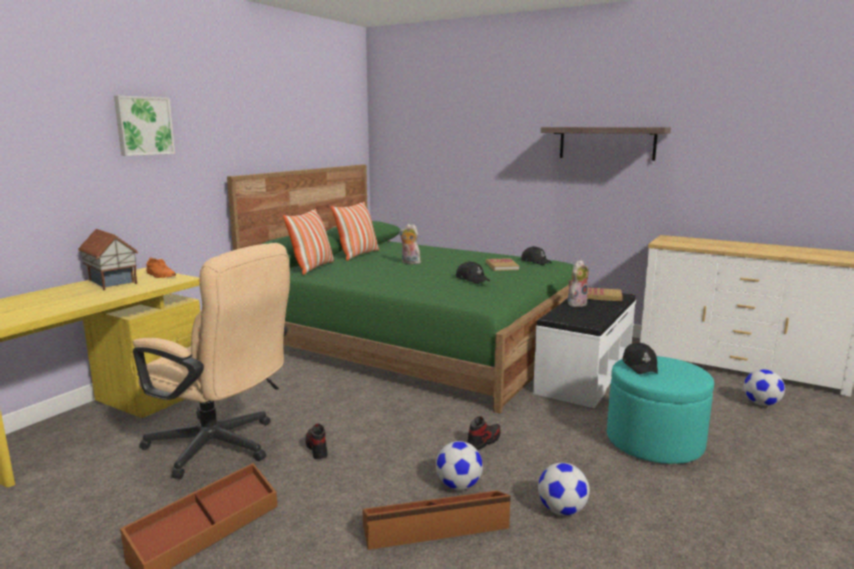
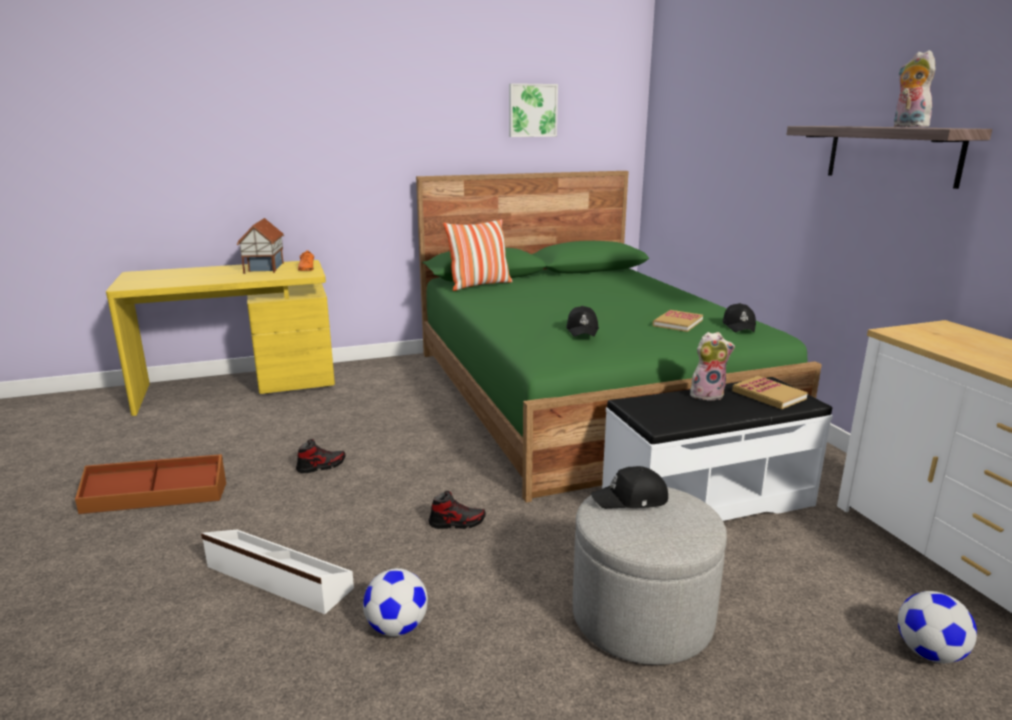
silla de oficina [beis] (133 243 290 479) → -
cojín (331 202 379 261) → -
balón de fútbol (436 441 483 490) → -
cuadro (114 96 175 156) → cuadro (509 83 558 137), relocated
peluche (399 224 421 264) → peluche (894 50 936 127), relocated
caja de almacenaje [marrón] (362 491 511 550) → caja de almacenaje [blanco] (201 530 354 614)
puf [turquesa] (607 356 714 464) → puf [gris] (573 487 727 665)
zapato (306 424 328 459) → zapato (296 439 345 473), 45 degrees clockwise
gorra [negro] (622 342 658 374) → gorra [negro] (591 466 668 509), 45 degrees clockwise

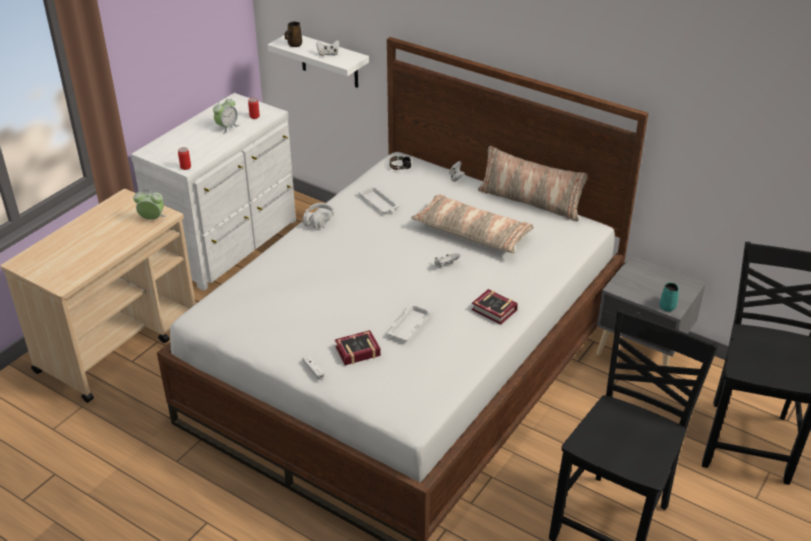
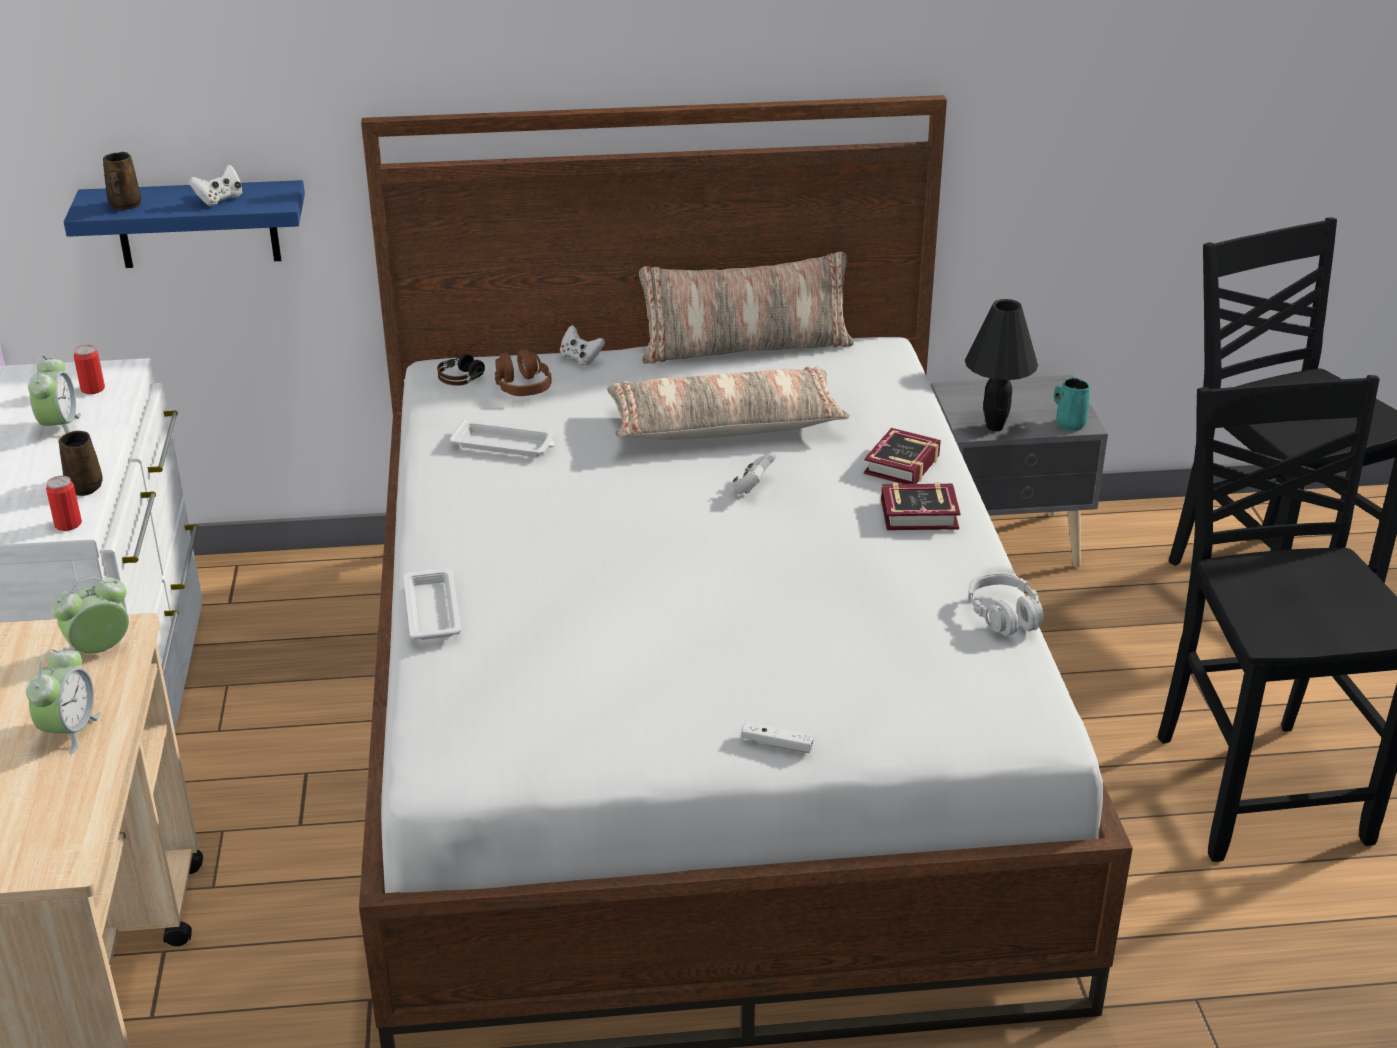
- → despertador (26 647 101 754)
- → taza grande [marrón] (58 431 103 496)
- → auriculares [marrón] (495 349 552 396)
- → lámpara de mesa [negro] (965 299 1038 431)
auriculares [gris] (302 203 334 229) → auriculares [gris] (968 572 1043 636), relocated
libro (335 330 381 365) → libro (864 428 941 484), relocated
bandeja [blanco] (386 303 431 341) → bandeja [blanco] (404 568 461 640), relocated
estante [blanco] (268 35 369 88) → estante [azul] (64 180 305 268)

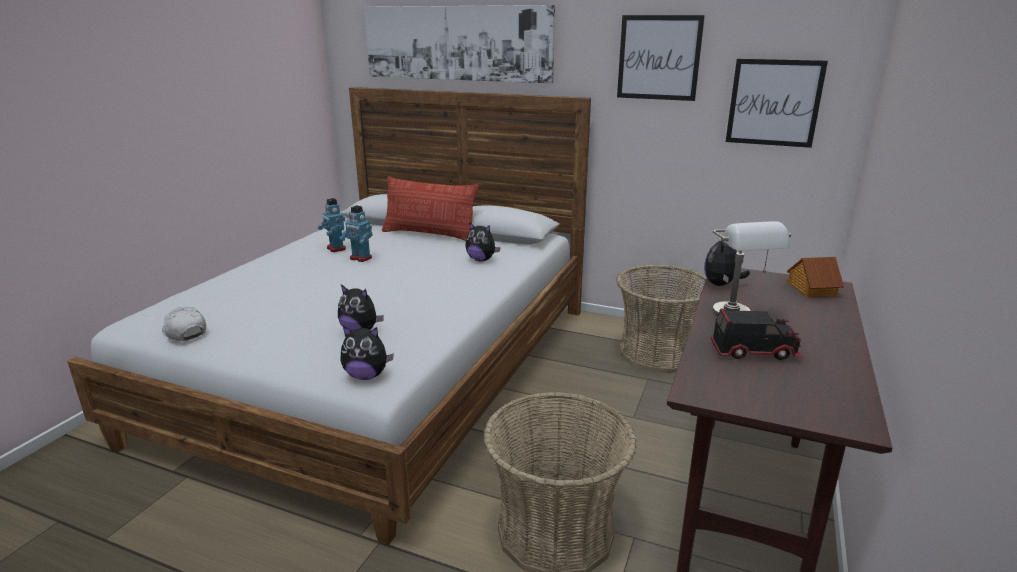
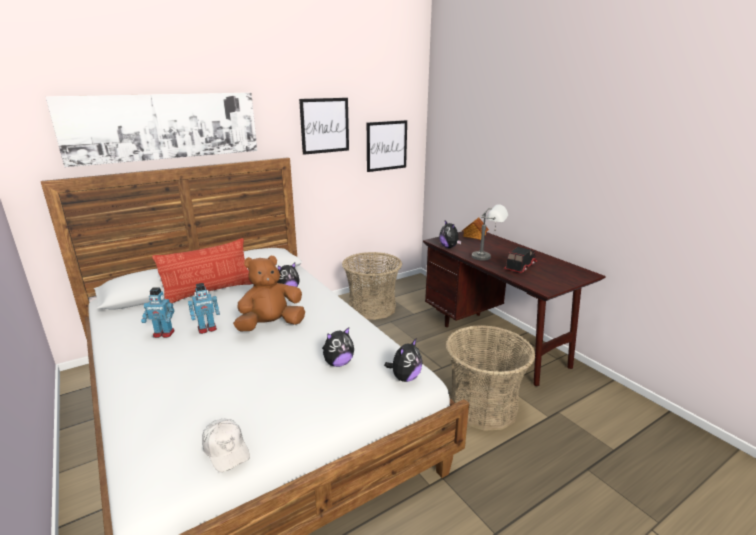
- → peluche [marrón] (233 255 305 331)
gorra [blanco] (162 307 206 341) → gorra [blanco] (202 419 250 472), 120 degrees counterclockwise

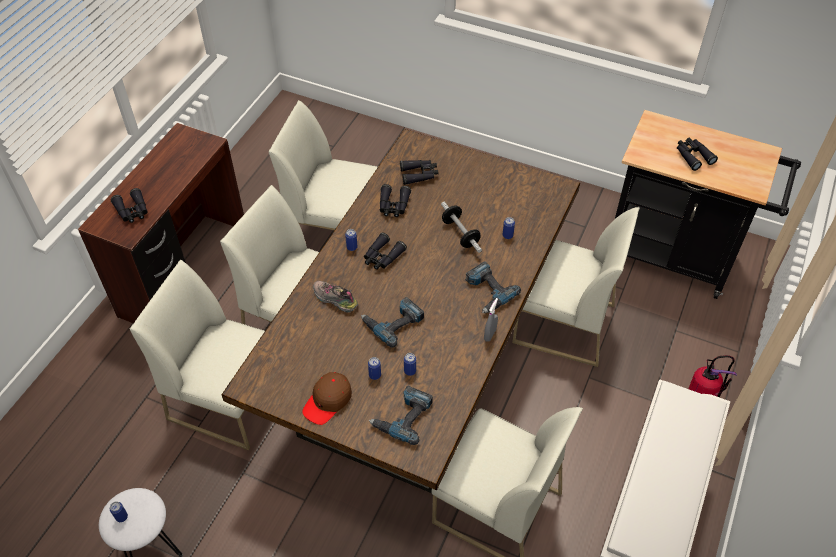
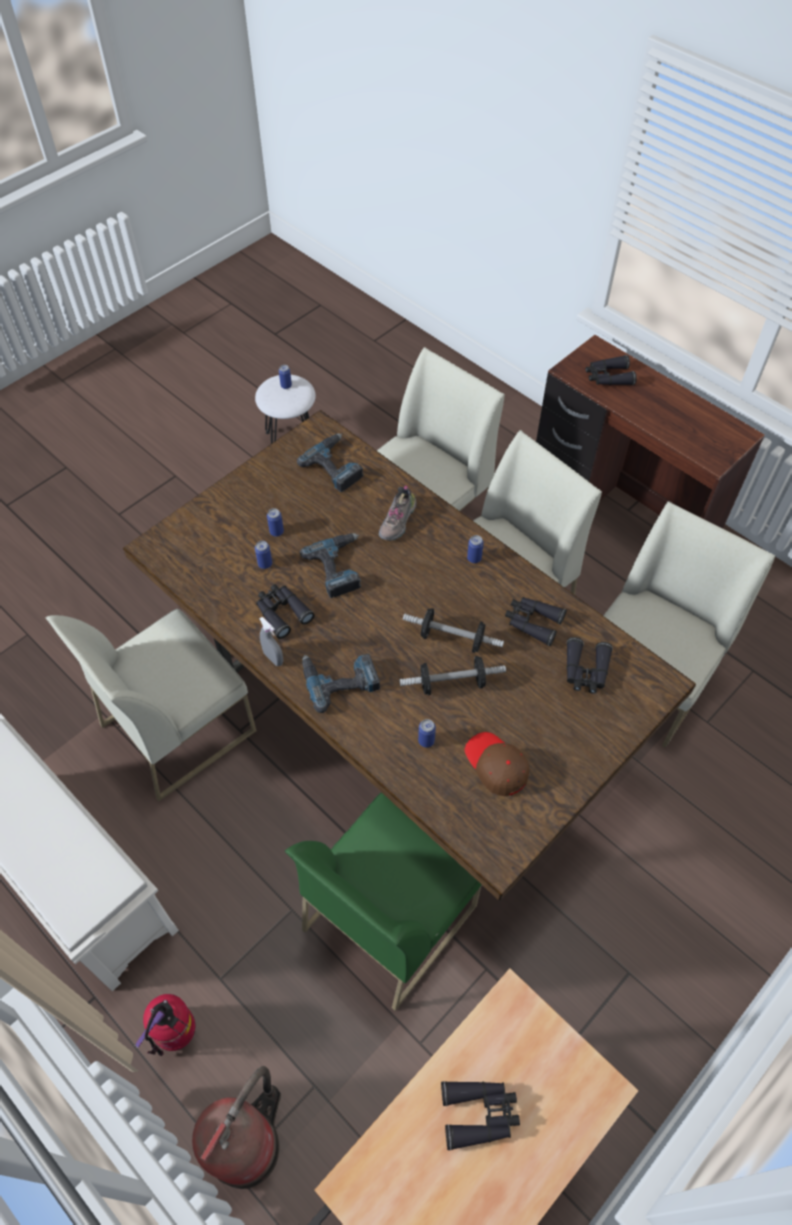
- → extintor (192 1066 281 1189)
- → mancuerna (403 608 504 653)
gorra [marrón] (302 372 352 425) → gorra [marrón] (465 732 529 796), relocated
prismáticos [negro] (364 232 407 270) → prismáticos [negro] (256 584 315 639), relocated
taladro (369 386 433 445) → taladro (297 434 363 492), relocated
silla [blanco] (512 207 640 367) → silla [verde] (285 792 481 1011)
zapato (313 281 358 313) → zapato (379 485 417 541), 150 degrees clockwise

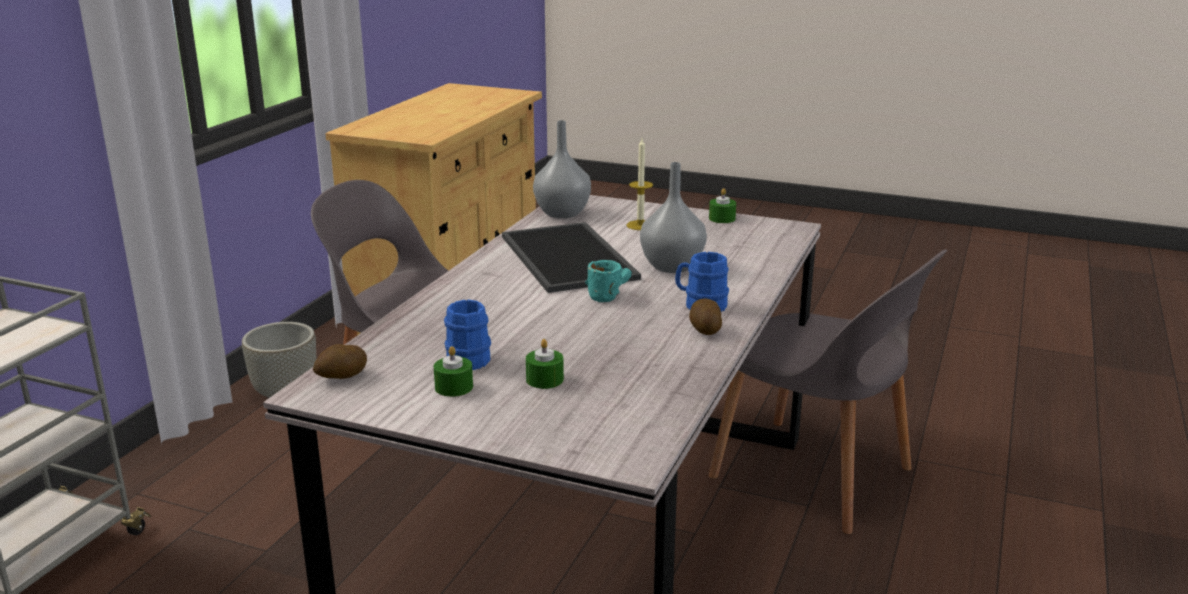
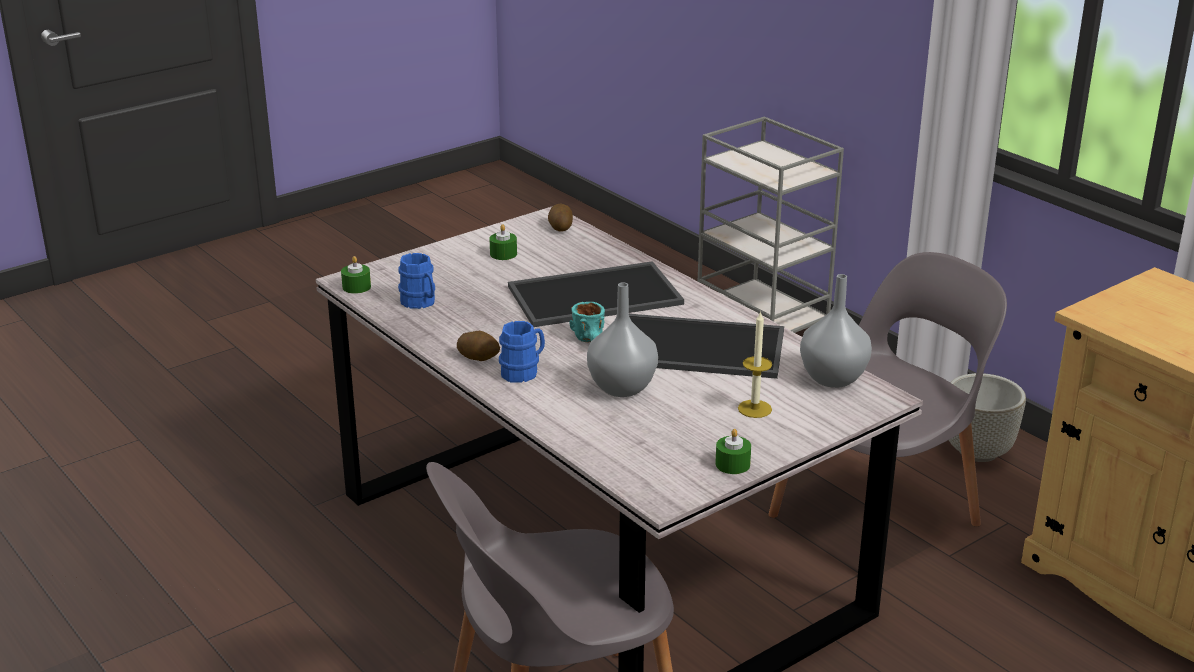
- → bandeja (508 261 684 327)
taza grande [azul] (444 299 491 370) → taza grande [azul] (398 253 435 309), relocated
vela [verde] (526 339 564 389) → vela [verde] (341 256 371 294), relocated

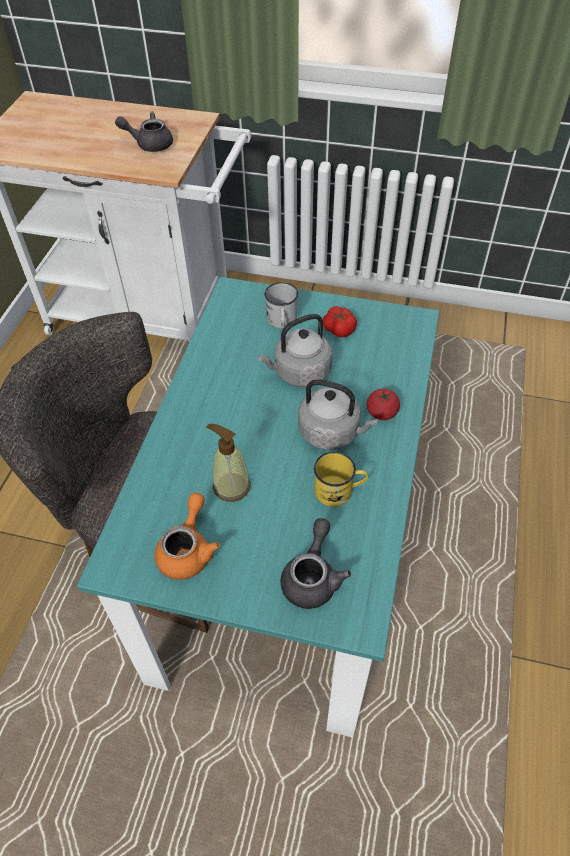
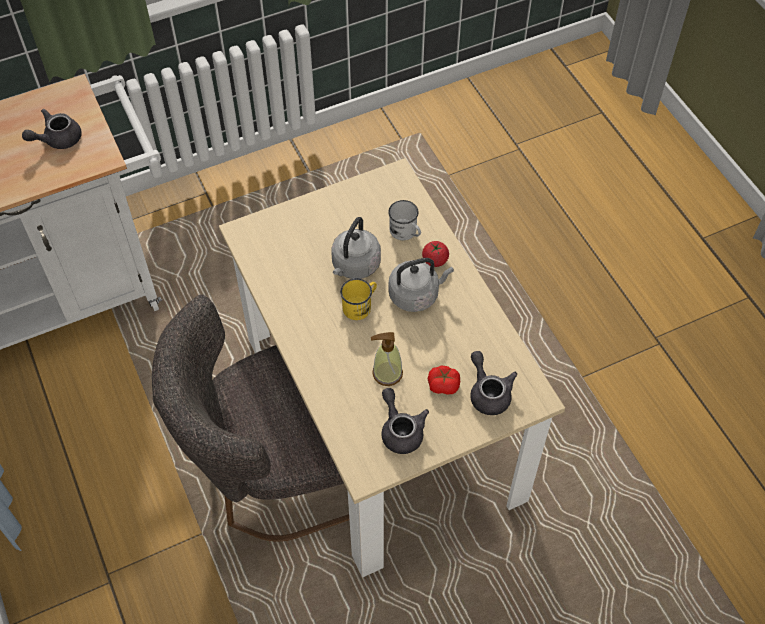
taza grande [blanco] (264 282 298 329) → taza grande [blanco] (388 200 421 240), relocated
taza grande [amarillo] (314 452 368 506) → taza grande [amarillo] (340 279 377 320), relocated
tomate (323 306 357 337) → tomate (428 366 460 394), relocated
mesa de comedor [turquesa] (77 277 439 738) → mesa de comedor [beis] (219 158 565 577)
tetera [naranja] (155 493 220 580) → tetera [gris] (381 388 429 454)

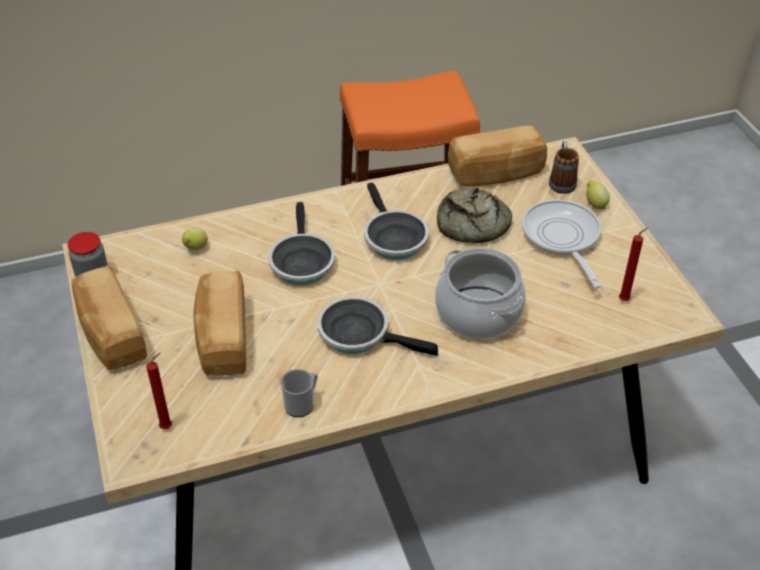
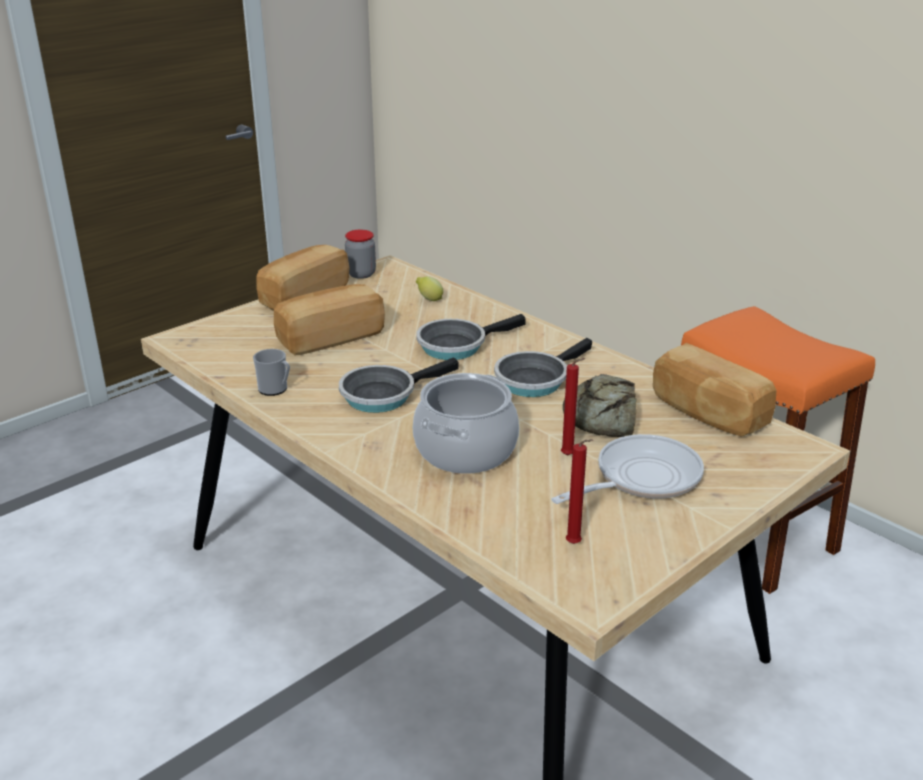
taza grande (549 141 579 194) → -
limón (586 180 610 209) → -
vela [rojo] (146 353 172 429) → vela [rojo] (561 358 585 456), relocated
sartén (317 296 438 356) → sartén (339 357 459 413), 120 degrees counterclockwise

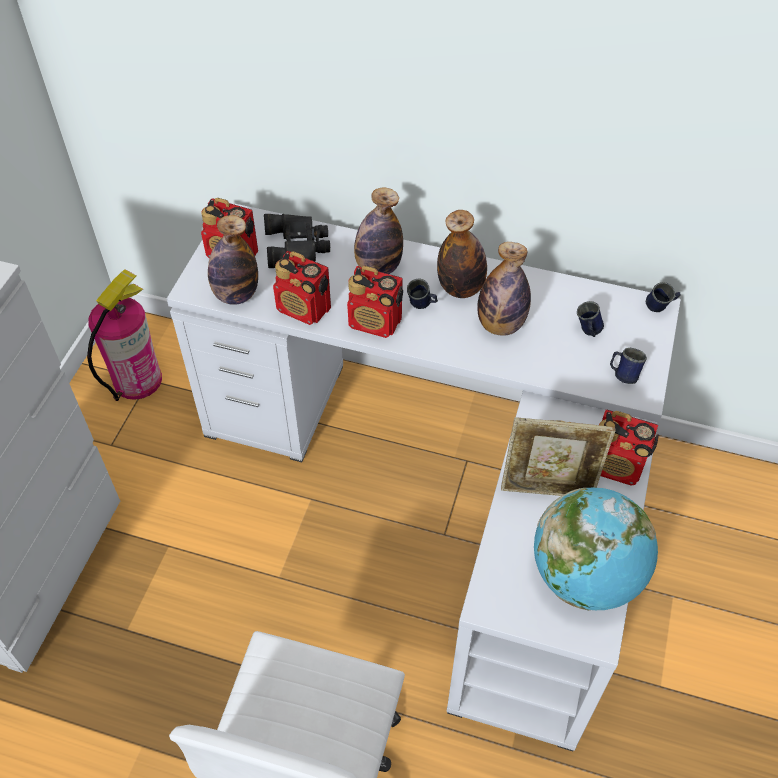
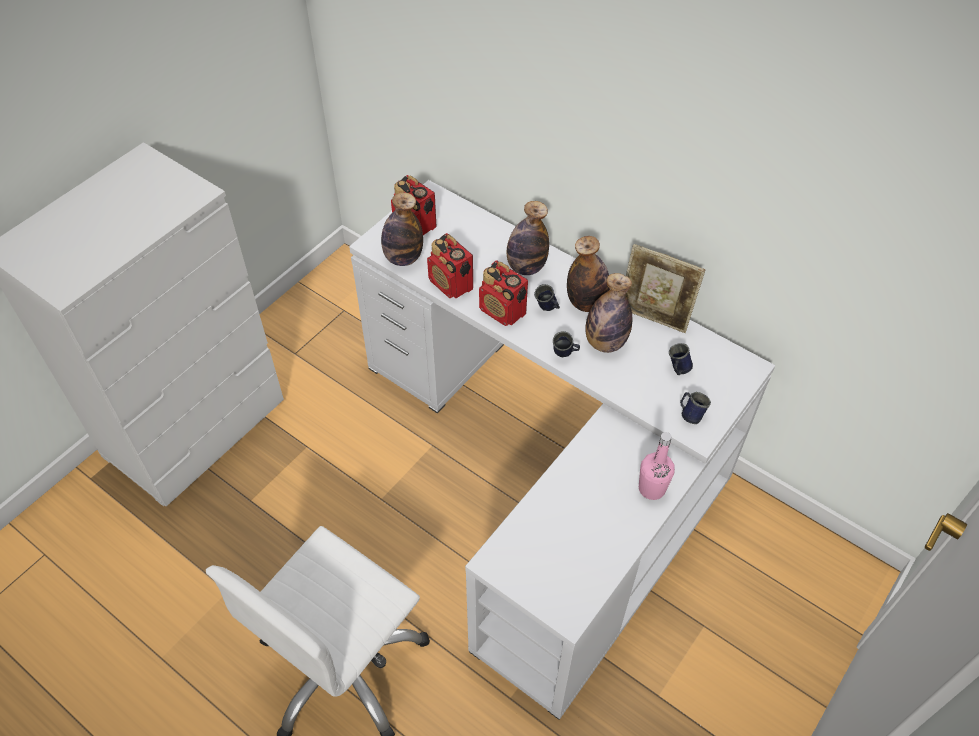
extintor (87 269 162 401) → -
prismáticos [negro] (264 214 330 268) → -
globo terráqueo (534 488 658 611) → -
portarretratos (501 417 616 496) → portarretratos (625 244 705 333), relocated
taza grande [azul] (646 282 681 312) → taza grande [azul] (553 331 580 357), relocated
radio (599 409 659 486) → botella [rosa] (639 432 675 500)

